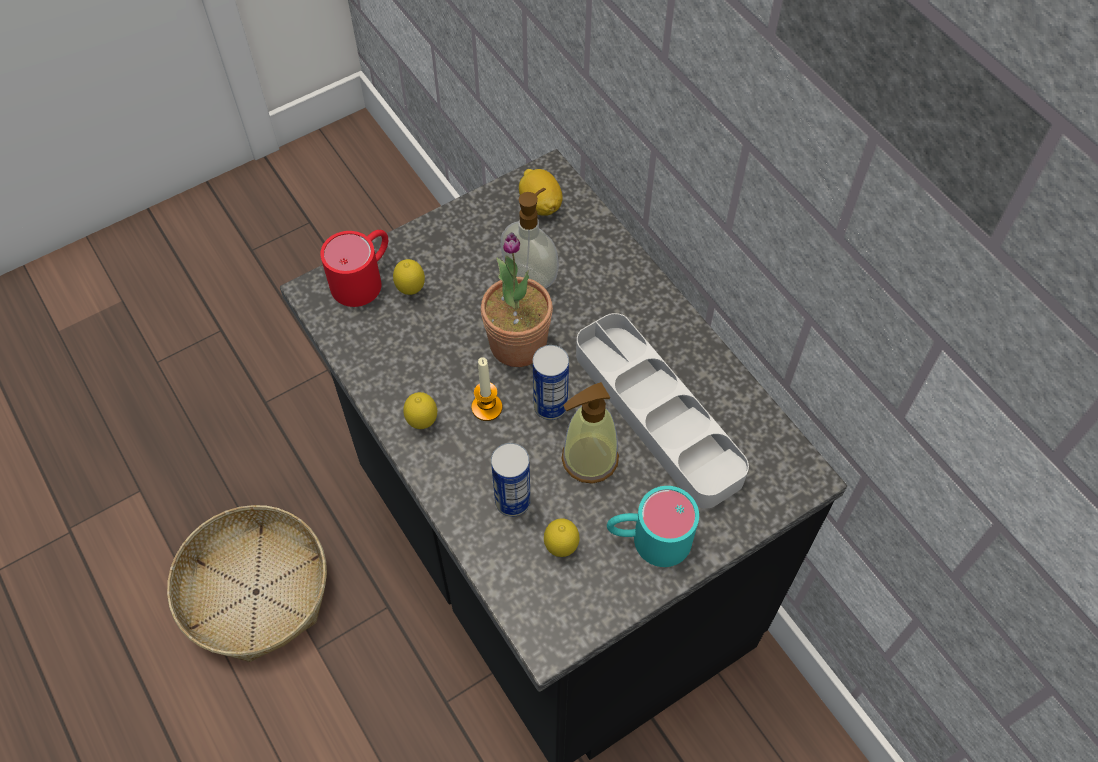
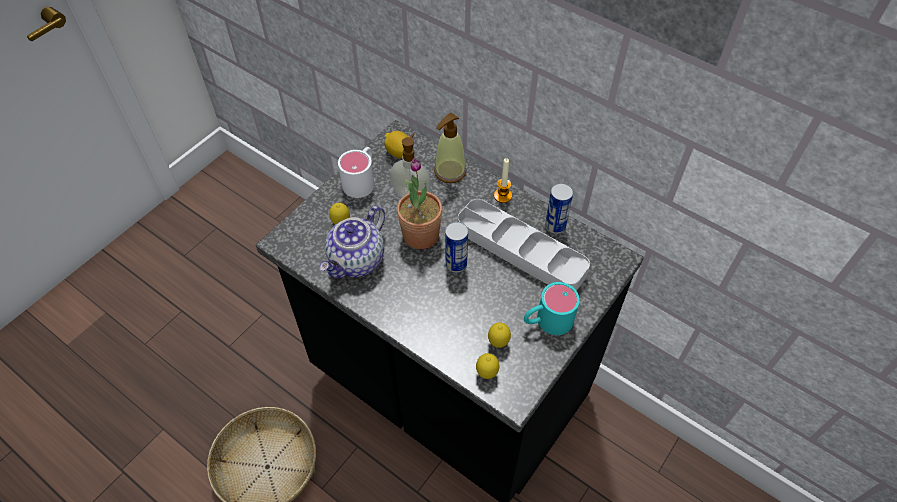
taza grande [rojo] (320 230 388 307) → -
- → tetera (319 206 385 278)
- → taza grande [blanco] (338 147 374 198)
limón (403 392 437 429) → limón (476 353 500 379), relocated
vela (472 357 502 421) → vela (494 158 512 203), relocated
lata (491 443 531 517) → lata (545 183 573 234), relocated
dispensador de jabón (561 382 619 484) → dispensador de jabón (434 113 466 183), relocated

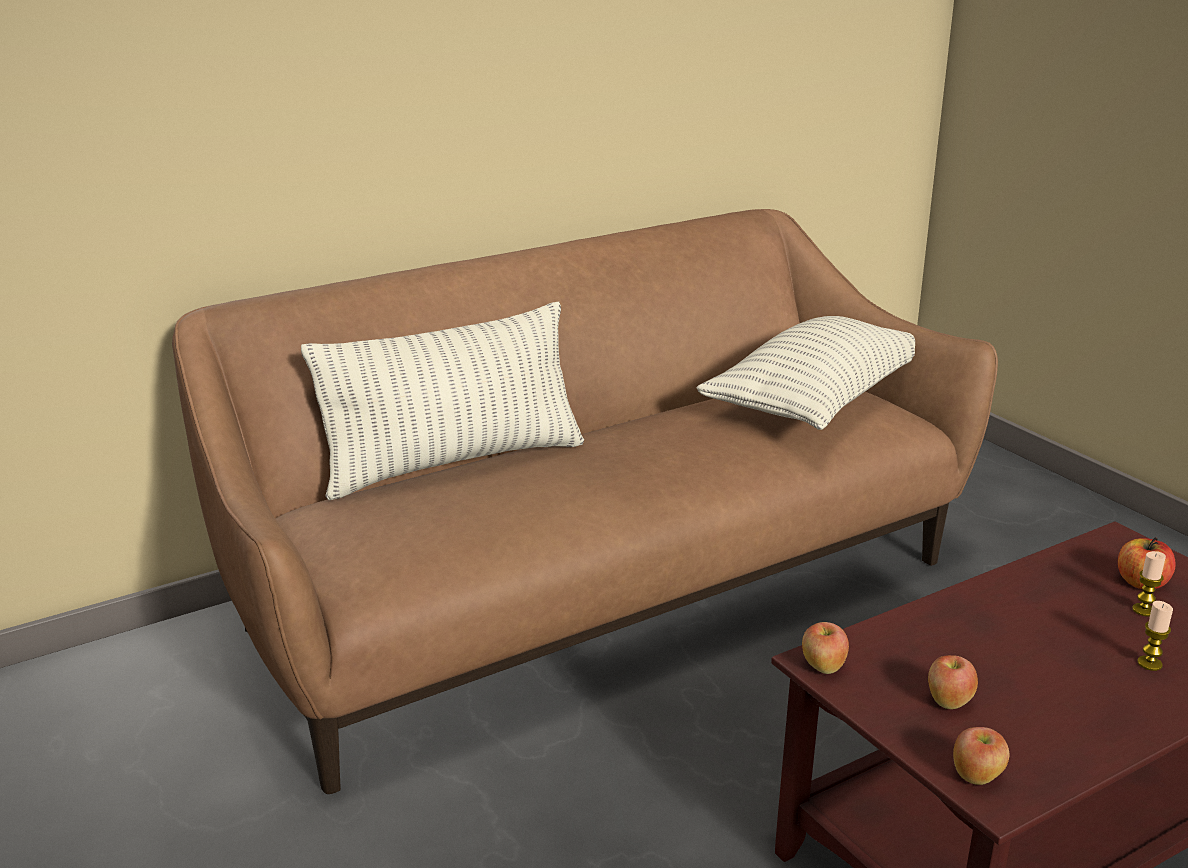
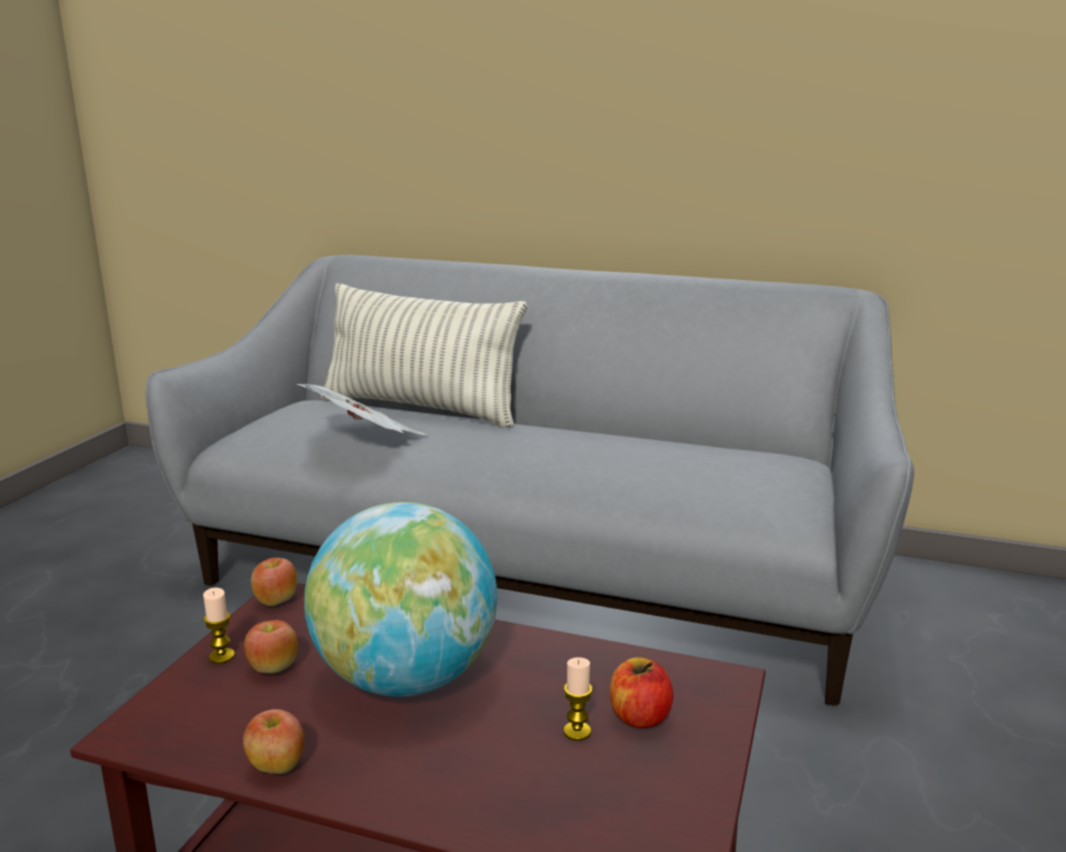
cojín (697 316 915 430) → -
- → periódico (297 384 426 435)
- → globo terráqueo (304 502 497 697)
manzana (953 727 1009 785) → manzana (243 709 304 774), relocated
vela (1137 601 1173 671) → vela (203 588 235 664), relocated
sofá [marrón] (172 209 998 794) → sofá [gris] (145 255 914 706)

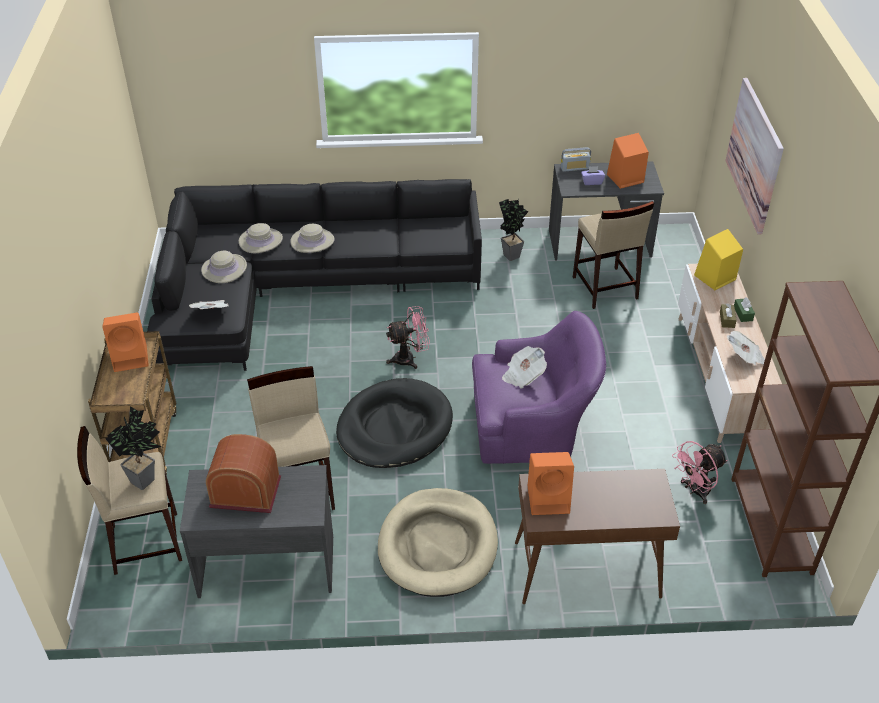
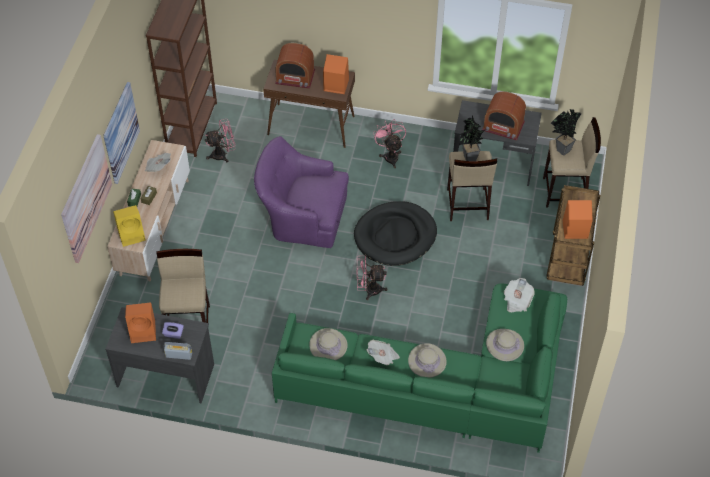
- → cuadro (103 82 140 184)
- → radio (275 43 315 89)
sombrero [beis] (239 223 283 253) → sombrero [beis] (309 328 348 360), relocated
planta en maceta (499 199 529 261) → planta en maceta (460 115 485 161), relocated
periódico (502 346 547 388) → periódico (367 340 400 365), relocated
cama para perro [beis] (378 488 498 597) → ventilador [rosa] (373 120 406 168)
sofá [negro] (147 179 482 371) → sofá [verde] (272 283 567 453)

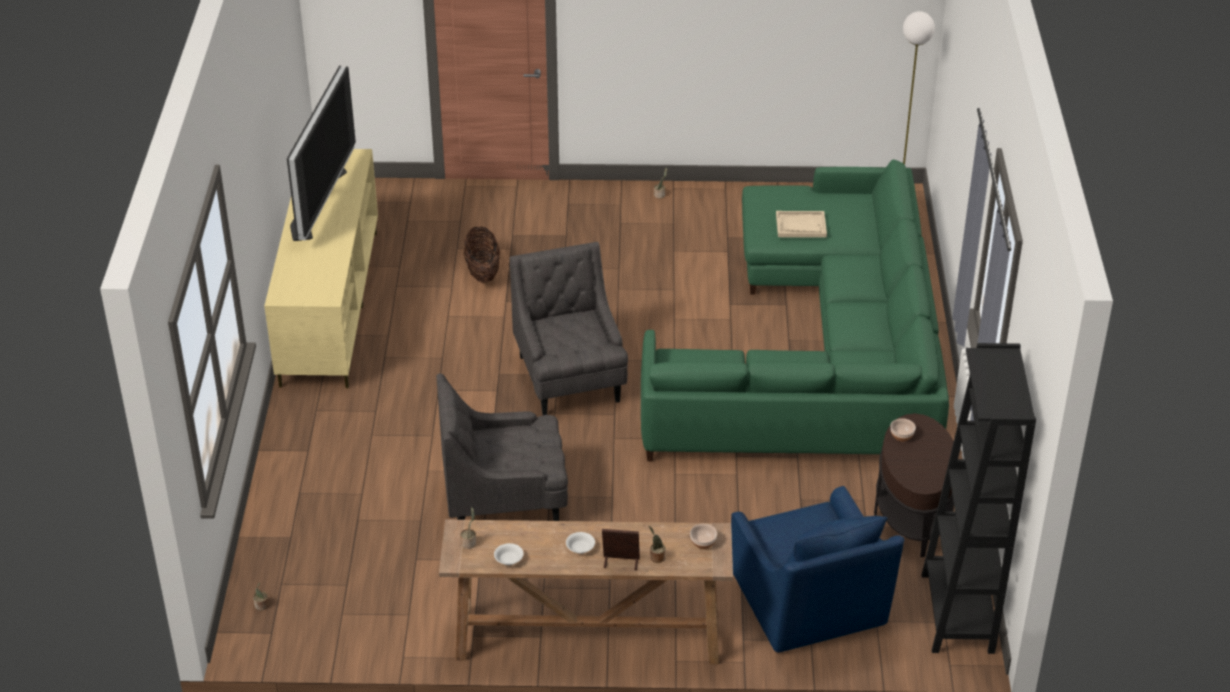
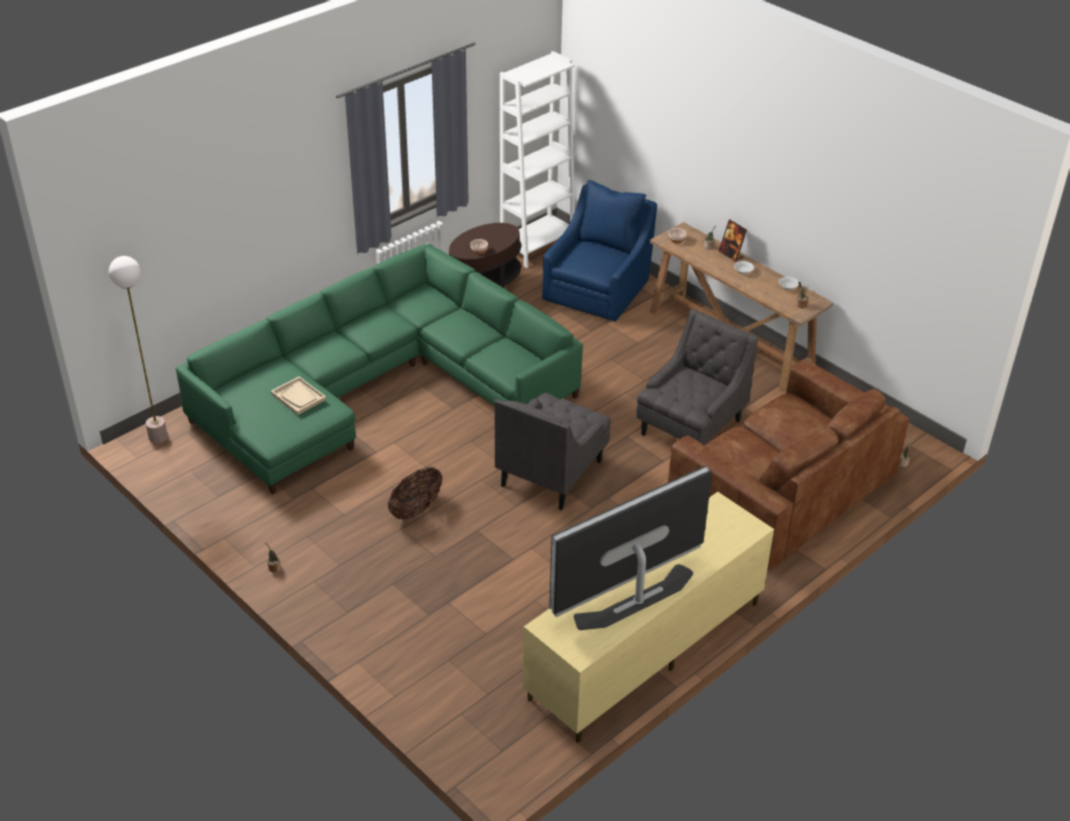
- → sofá [marrón] (668 359 909 570)
cesta (464 227 500 283) → cesta (388 467 443 519), relocated
estantería [negro] (922 343 1036 654) → estantería [blanco] (500 51 575 268)
sillón [gris] (436 373 568 521) → sillón [gris] (636 309 758 445), 90 degrees counterclockwise

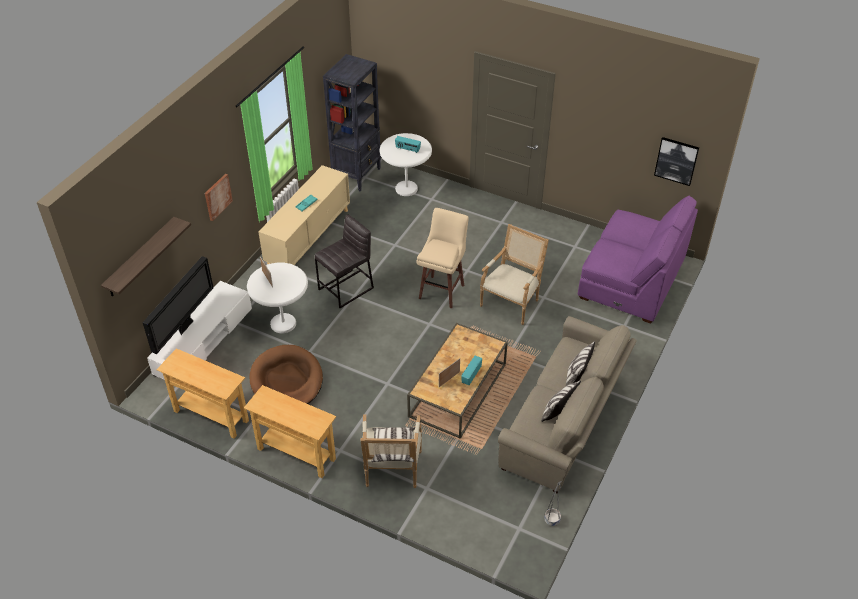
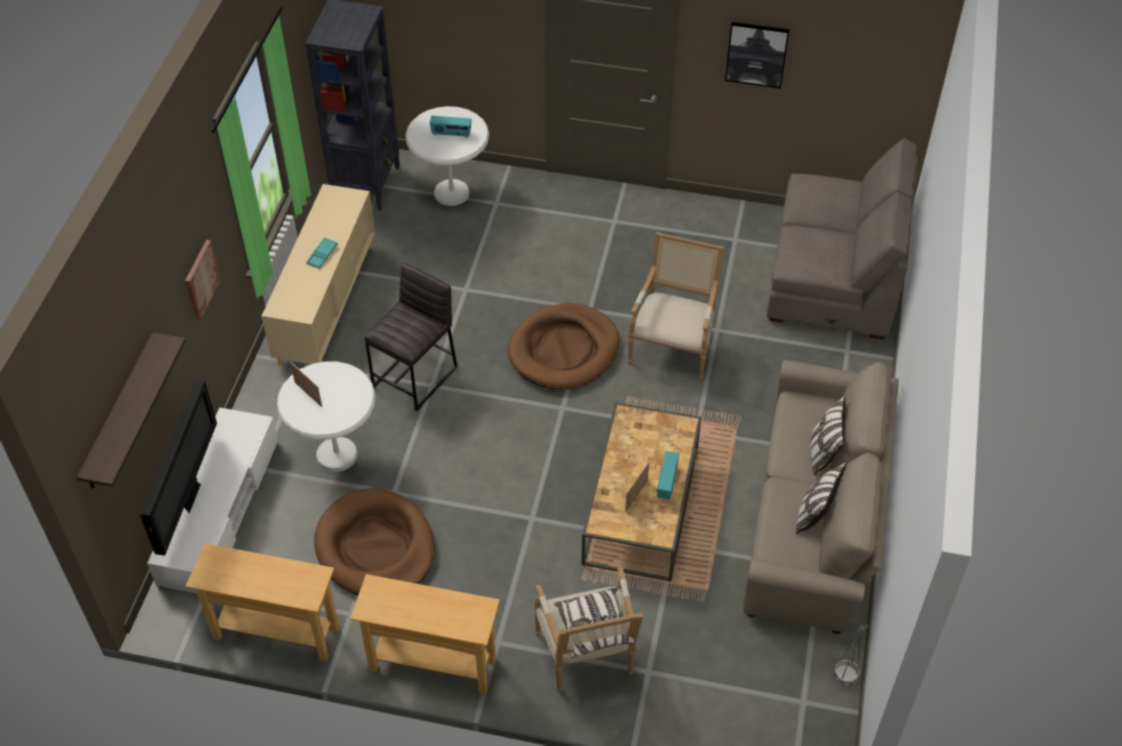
cuadro (654 137 699 186) → cuadro (725 22 789 89), relocated
taburete [beis] (416 208 469 309) → cama para perro [marrón] (507 303 620 389)
sofá [morado] (578 195 698 324) → sofá [gris] (766 138 918 340)

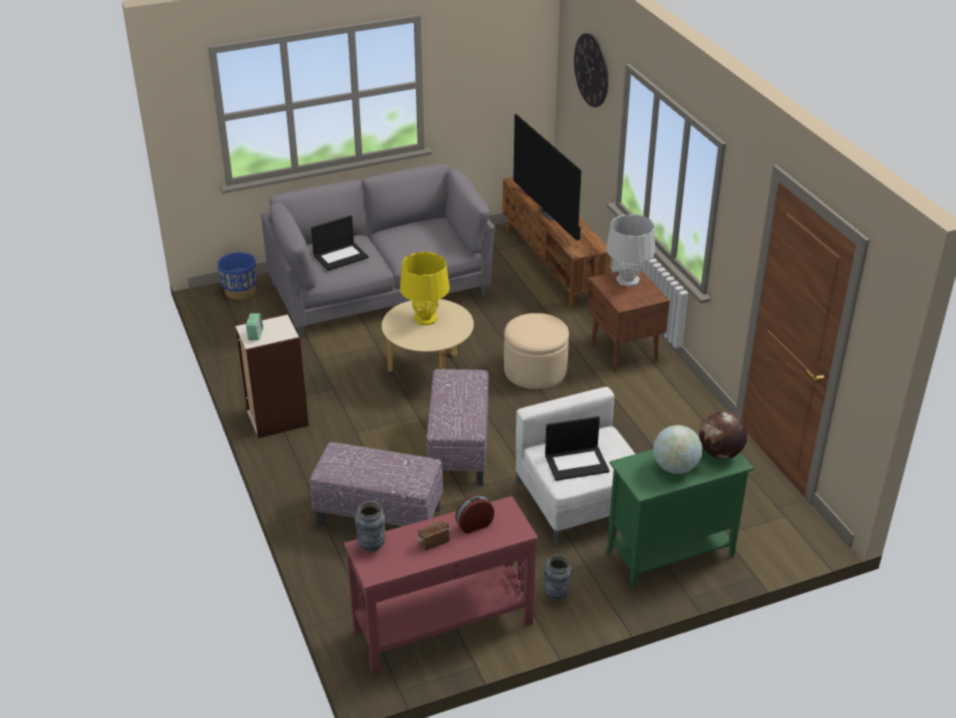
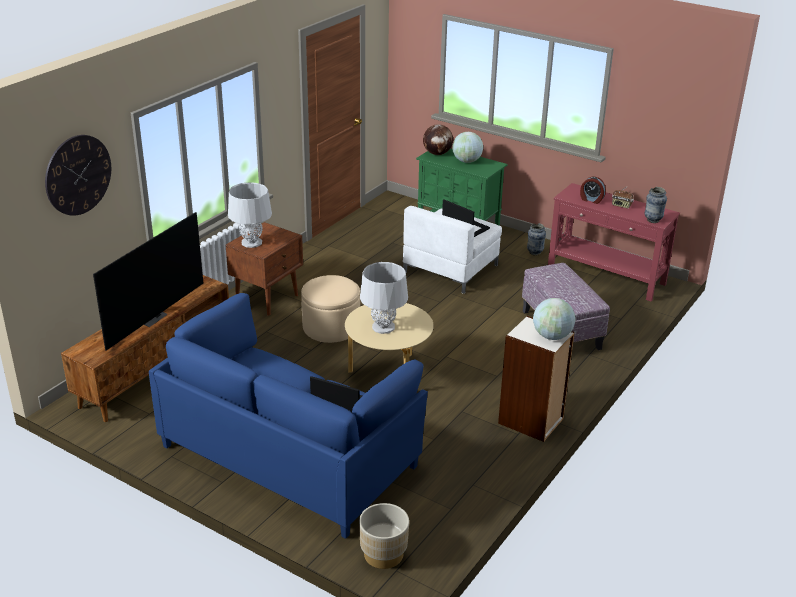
puf (427 369 489 486) → -
despertador (246 313 263 340) → globo terráqueo (533 298 575 340)
maceta [azul] (217 252 257 300) → maceta [beis] (359 503 409 569)
sofá [gris] (261 163 495 339) → sofá [azul] (149 293 428 539)
lámpara de mesa [amarillo] (400 252 450 325) → lámpara de mesa [gris] (360 262 408 334)

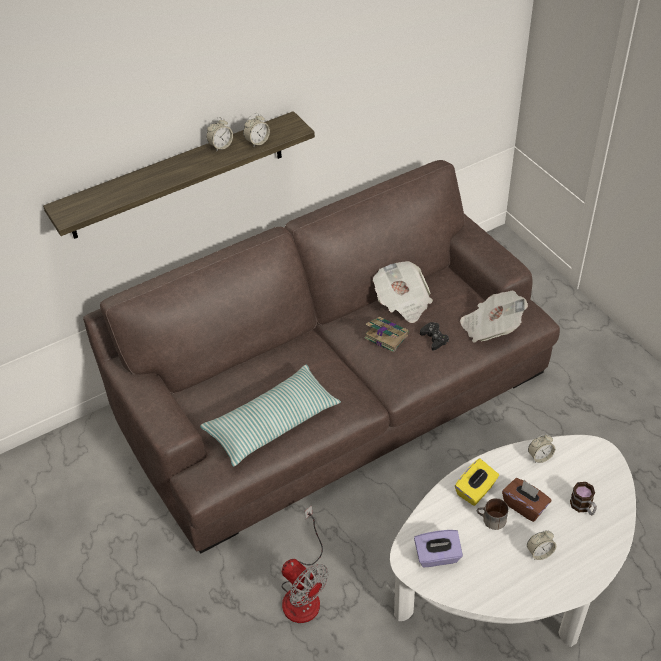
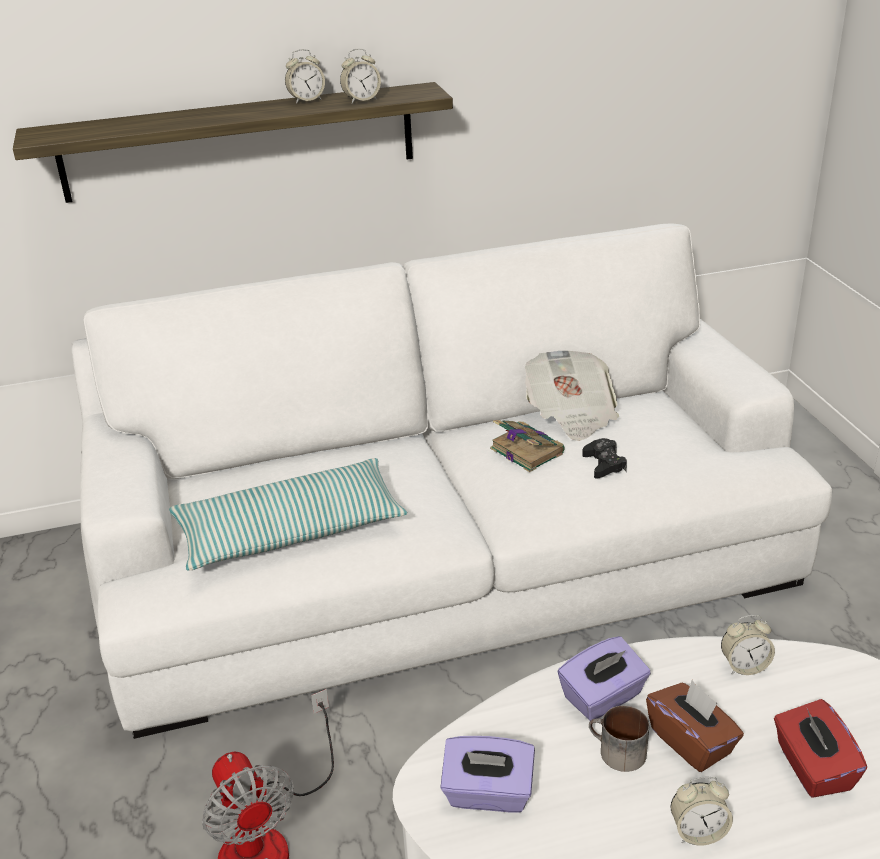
periódico (460 291 528 343) → -
taza grande (570 482 597 515) → caja de pañuelos [rojo] (774 699 867 798)
sofá [marrón] (83 160 560 553) → sofá [blanco] (71 223 832 739)
caja de pañuelos [amarillo] (455 459 499 506) → caja de pañuelos [morado] (558 636 651 721)

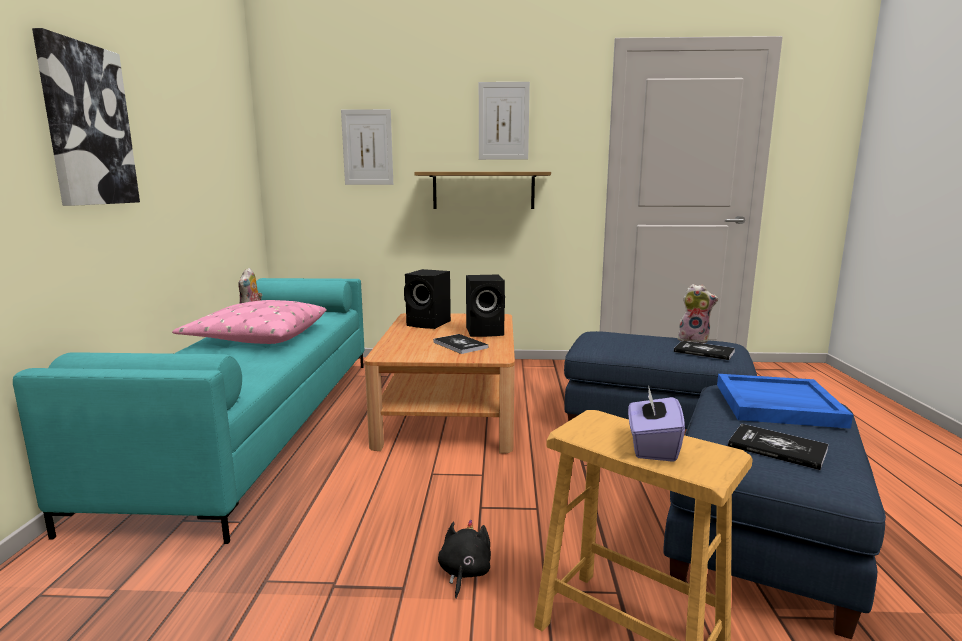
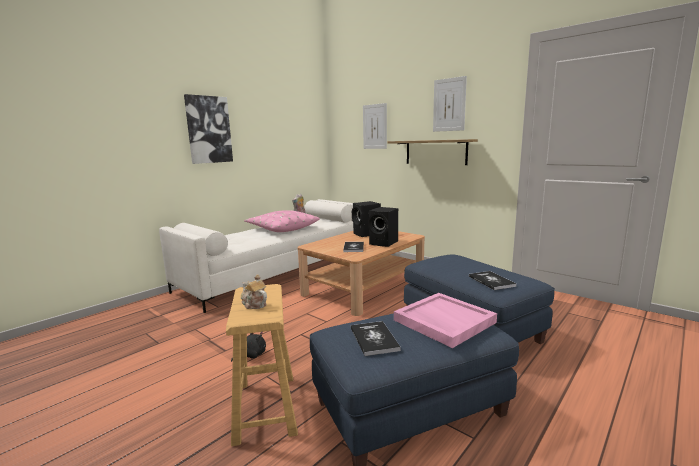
peluche (678 284 718 343) → -
caja de pañuelos [morado] (628 385 685 462) → tetera (241 274 267 309)
sofá [turquesa] (13 278 364 544) → sofá [blanco] (159 199 353 313)
bandeja [azul] (717 374 853 429) → bandeja [rosa] (394 293 497 348)

